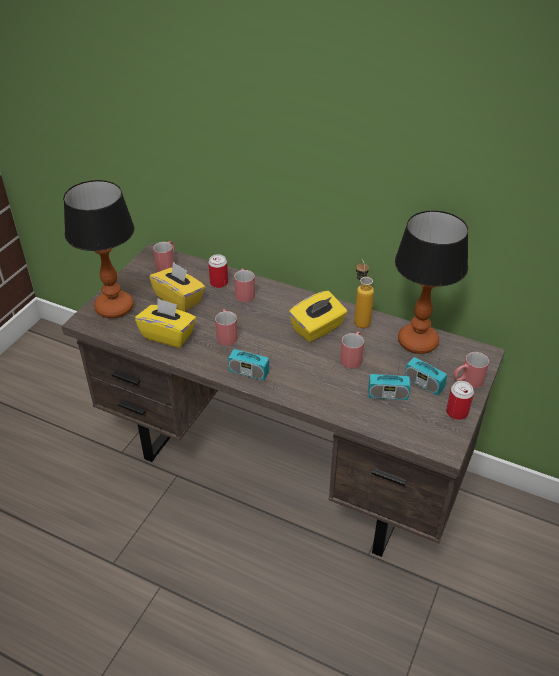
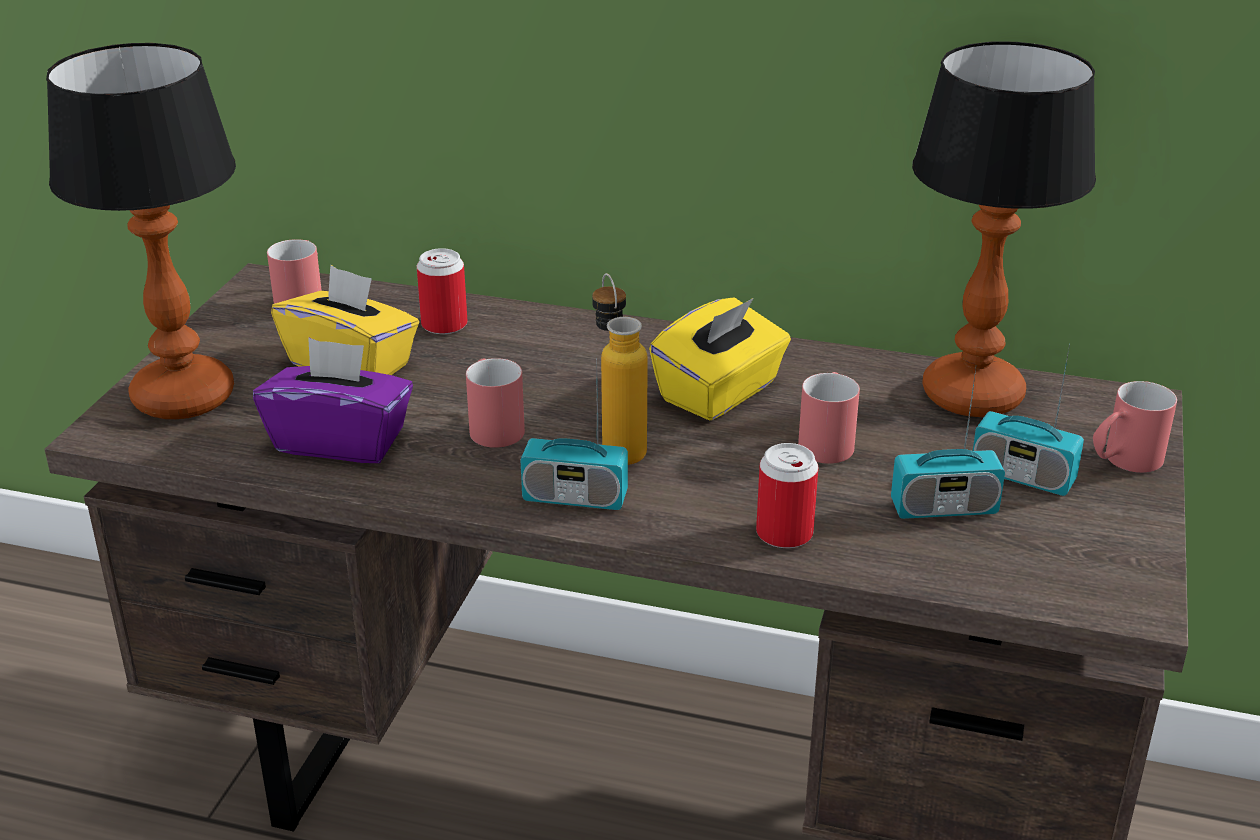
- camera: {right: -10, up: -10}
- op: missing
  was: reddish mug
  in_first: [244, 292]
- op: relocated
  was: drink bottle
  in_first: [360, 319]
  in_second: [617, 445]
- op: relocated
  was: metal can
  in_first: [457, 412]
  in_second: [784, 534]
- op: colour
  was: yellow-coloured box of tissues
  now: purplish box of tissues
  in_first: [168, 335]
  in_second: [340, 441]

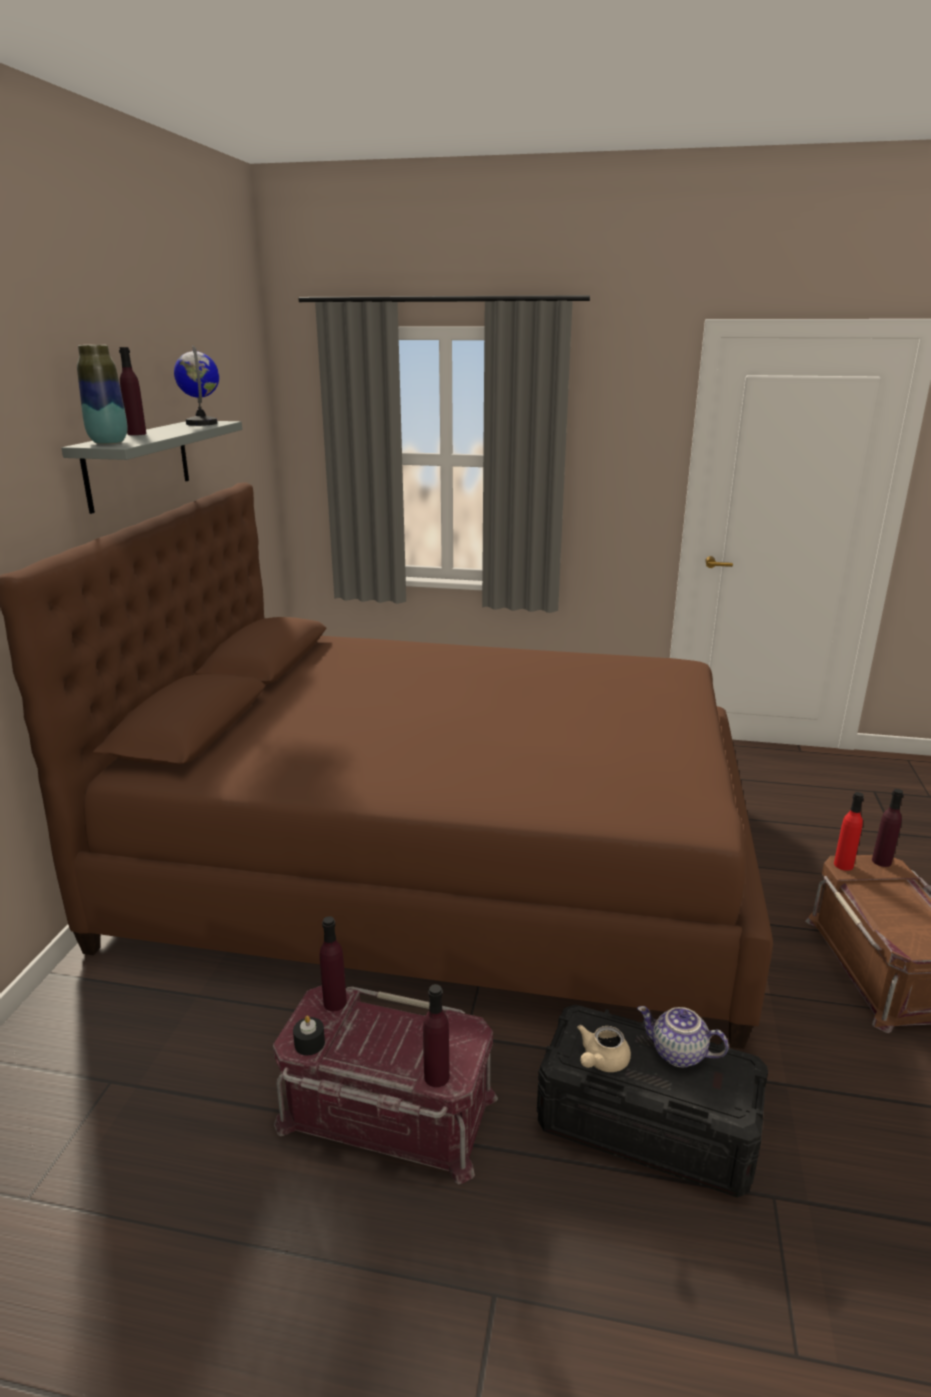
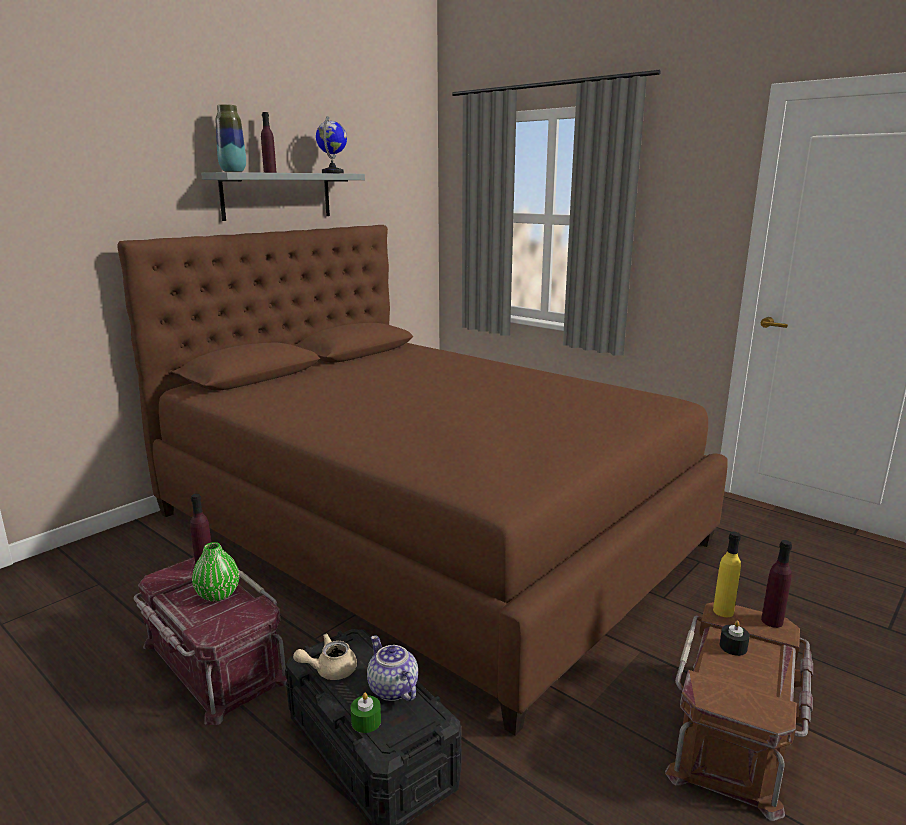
- camera: {right: 30, up: -5}
- op: missing
  was: purplish drink bottle
  in_first: [436, 1076]
- op: appeared
  now: greenish vase
  in_second: [218, 594]
- op: appeared
  now: greenish wax candle
  in_second: [366, 721]
- op: relocated
  was: black-coloured wax candle
  in_first: [309, 1043]
  in_second: [733, 647]
- op: colour
  was: reddish drink bottle
  now: yellow-coloured drink bottle
  in_first: [843, 865]
  in_second: [723, 611]

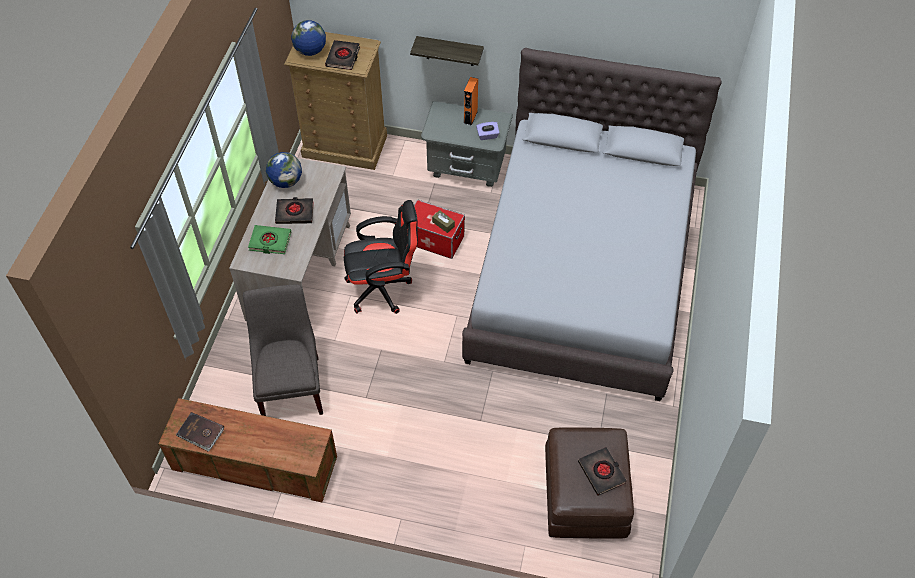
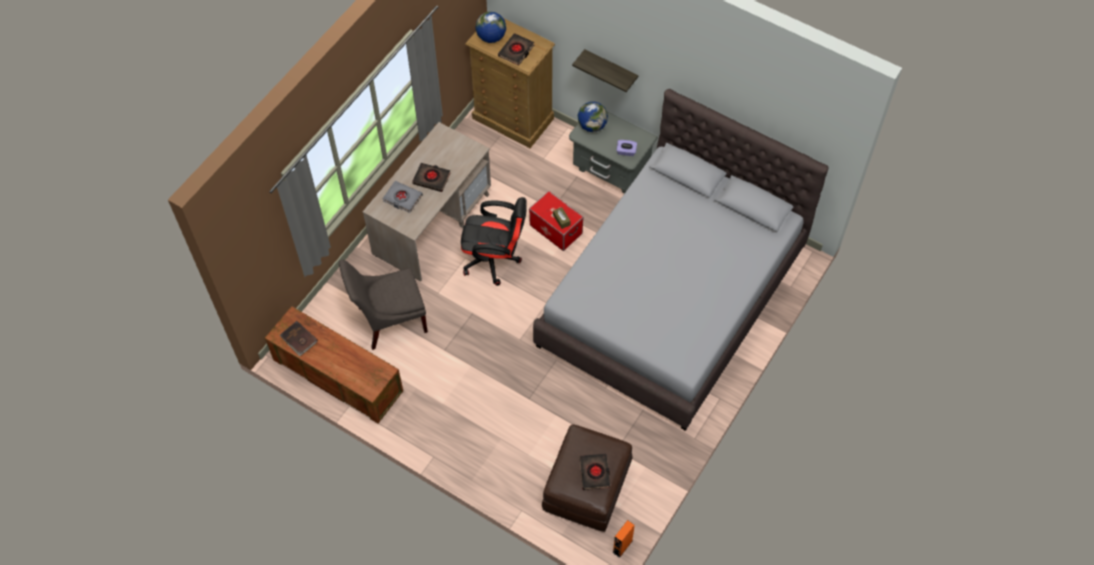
- camera: {right: 20, up: 5}
- op: relocated
  was: world globe
  in_first: [286, 181]
  in_second: [592, 126]
- op: relocated
  was: orange speaker
  in_first: [470, 117]
  in_second: [622, 546]
- op: colour
  was: greenish book
  now: greyish book
  in_first: [270, 242]
  in_second: [402, 198]
- op: spun
  was: greyish upright chair
  in_first: [291, 385]
  in_second: [389, 320]
  clockwise: -120

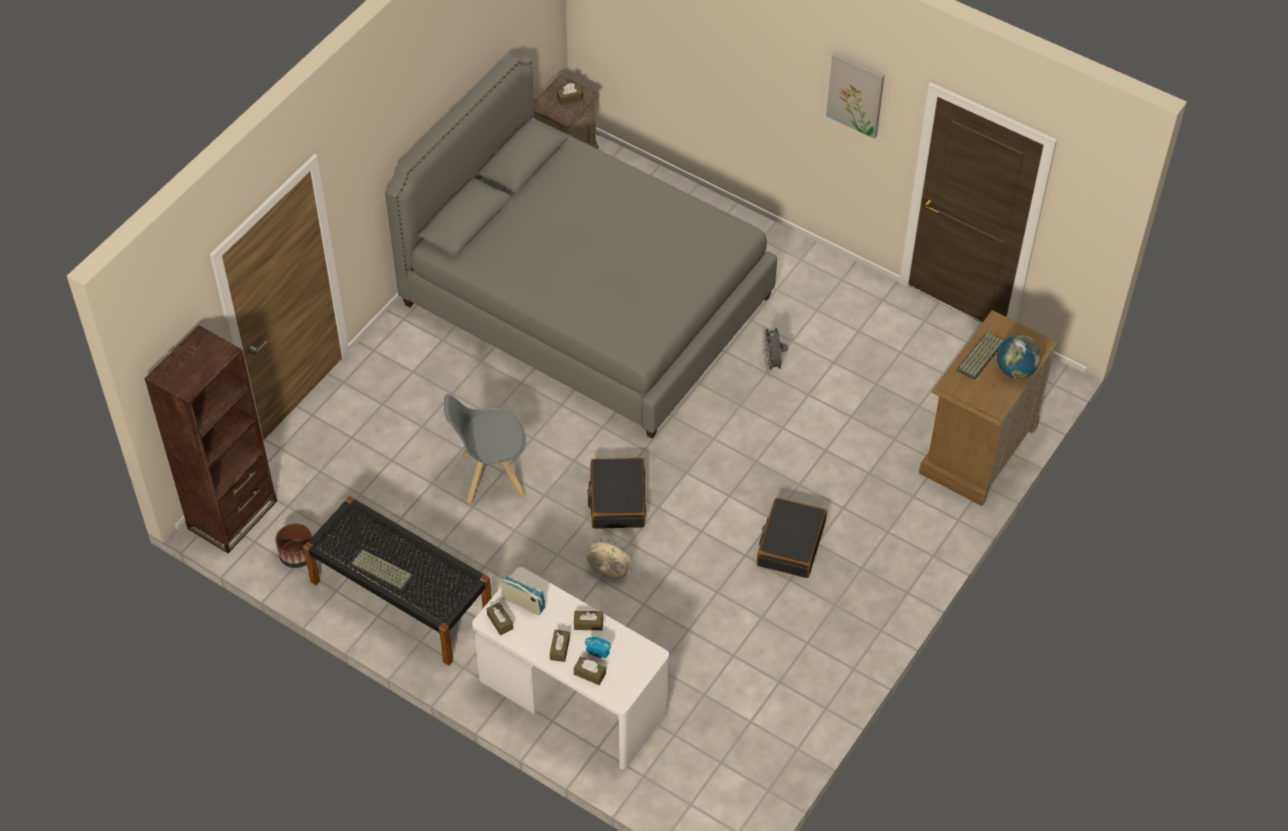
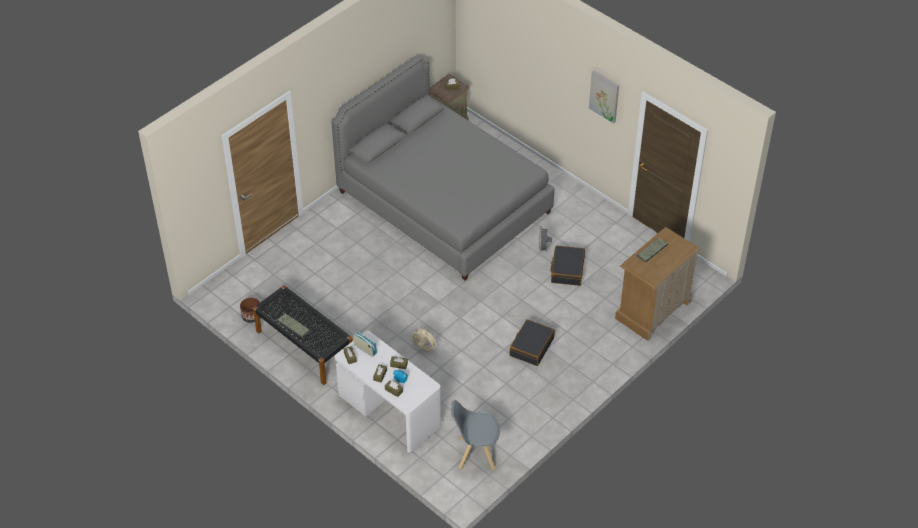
- camera: {right: 10, up: -5}
- op: missing
  was: brown shelving unit
  in_first: [232, 515]
- op: missing
  was: world globe
  in_first: [1015, 370]
- op: relocated
  was: greyish upright chair
  in_first: [490, 475]
  in_second: [475, 453]
- op: relocated
  was: black-coloured piece of luggage
  in_first: [617, 500]
  in_second: [567, 270]

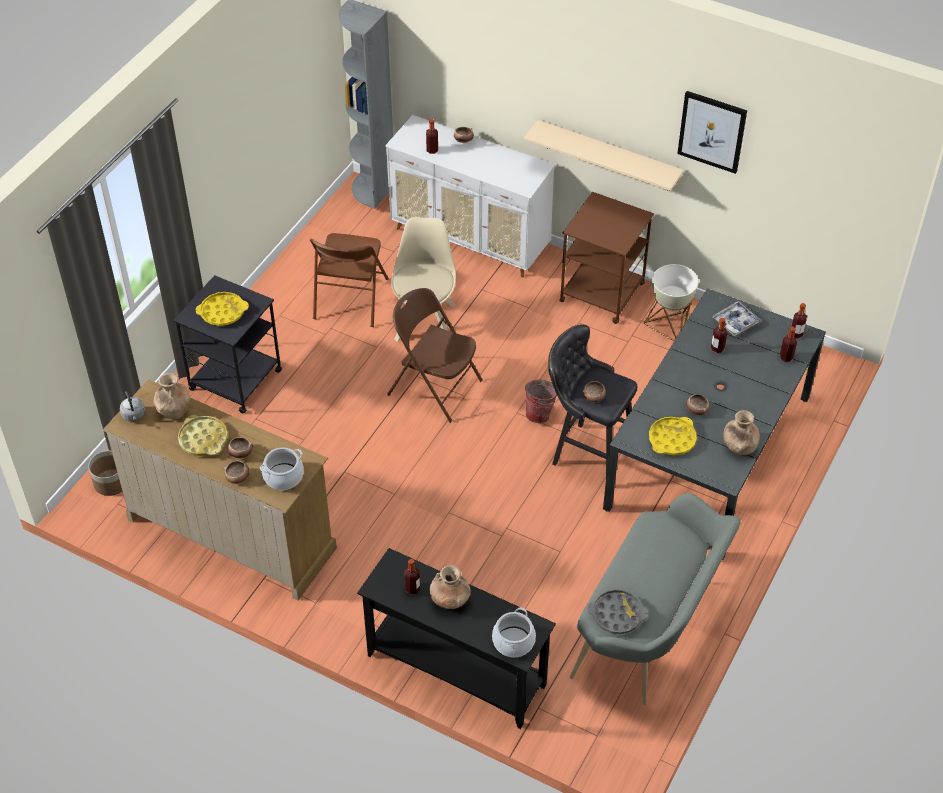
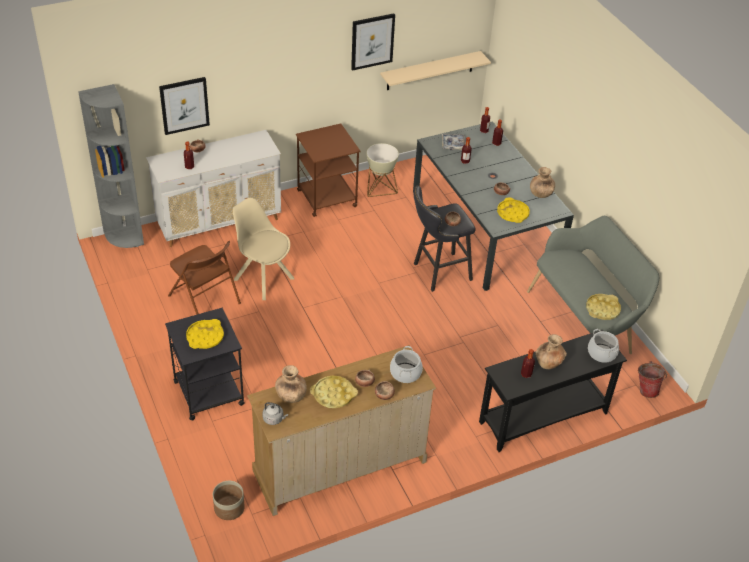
- camera: {right: -55, up: -5}
- op: missing
  was: brown upright chair
  in_first: [435, 387]
- op: appeared
  now: picture
  in_second: [184, 105]
- op: relocated
  was: sand-coloured wall shelf
  in_first: [608, 156]
  in_second: [430, 70]
- op: relocated
  was: pail
  in_first: [541, 413]
  in_second: [646, 389]
- op: colour
  was: greyish carrying tray
  now: yellow-coloured carrying tray
  in_first: [617, 614]
  in_second: [602, 309]

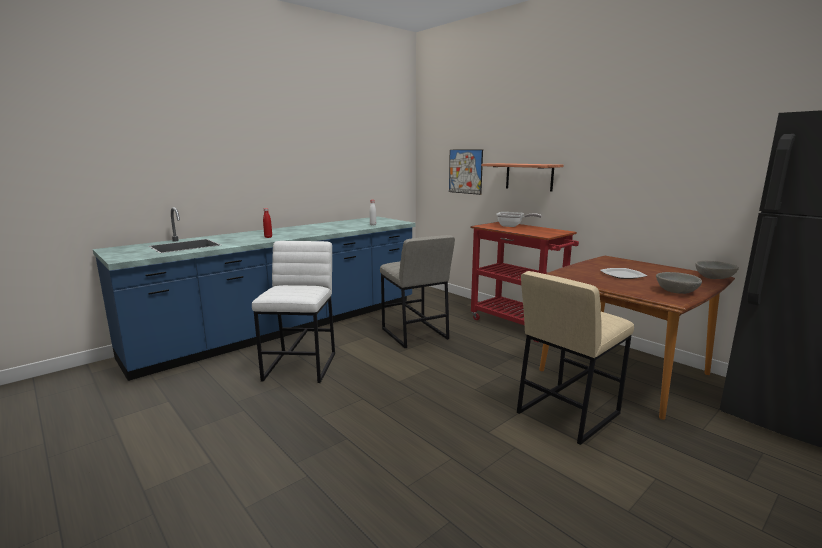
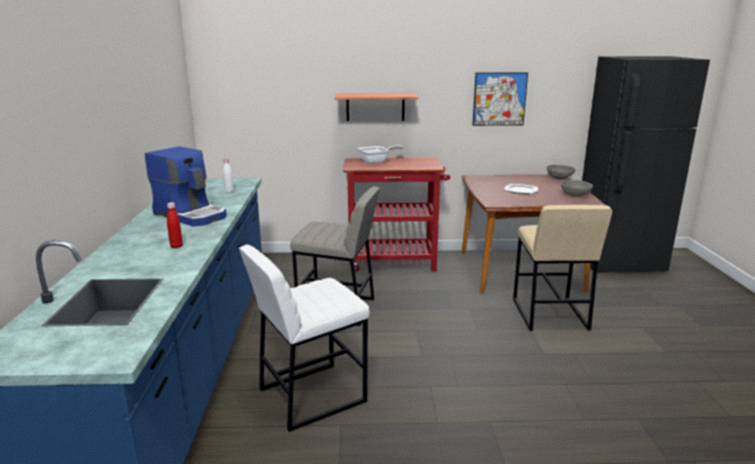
- camera: {right: -50, up: 5}
- op: appeared
  now: coffee maker
  in_second: [191, 215]
- op: relocated
  was: picture
  in_first: [465, 171]
  in_second: [499, 99]
- op: spun
  was: white-coloured upright chair
  in_first: [301, 365]
  in_second: [309, 396]
  clockwise: -75

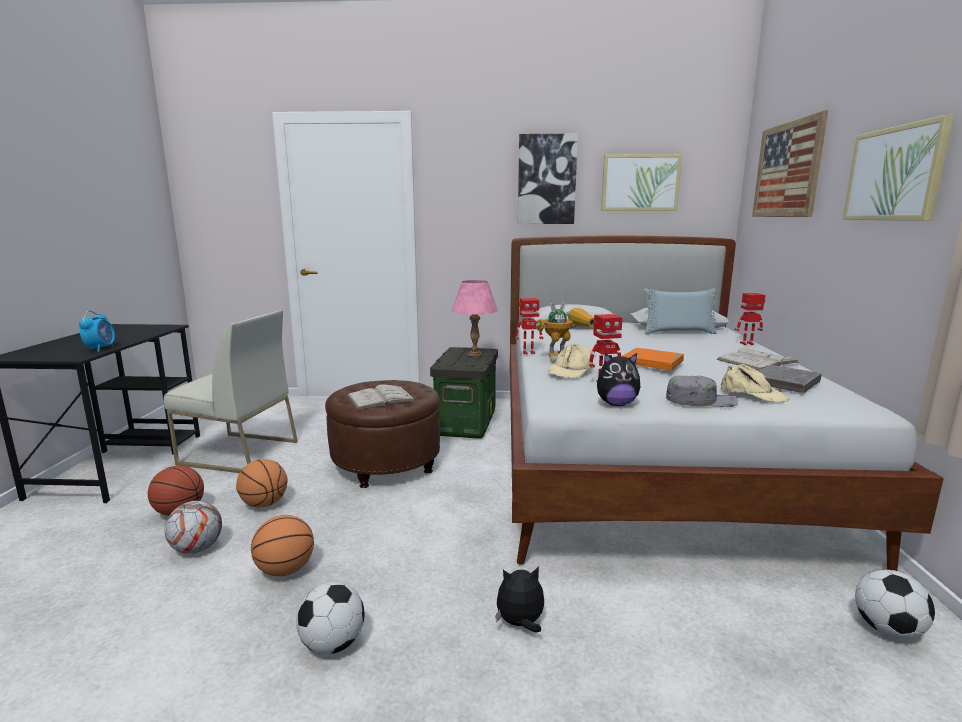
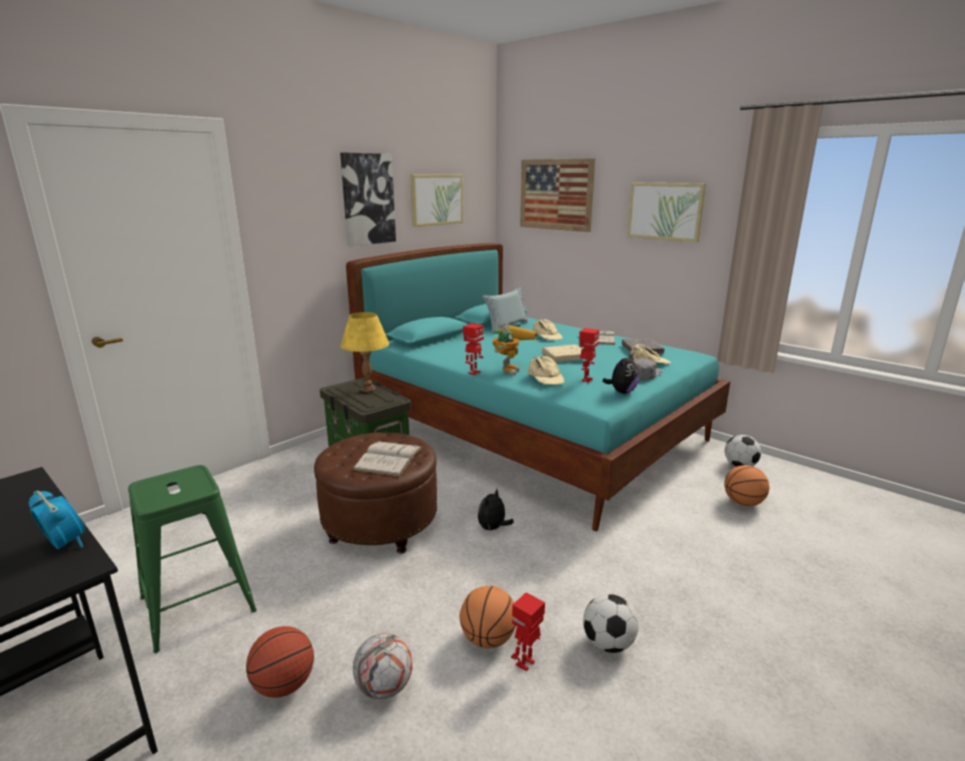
- camera: {right: -50, up: 5}
- op: appeared
  now: sand-coloured peaked cap
  in_second: [546, 335]
- op: relocated
  was: basketball ball
  in_first: [264, 504]
  in_second: [743, 503]
- op: relocated
  was: cuddly toy
  in_first: [520, 624]
  in_second: [493, 528]
- op: relocated
  was: robot figure
  in_first: [747, 344]
  in_second: [526, 664]
- op: exchanged
  was: white-coloured upright chair
  now: greenish sitting stool
  in_first: [238, 453]
  in_second: [197, 604]
- op: colour
  was: pink-coloured lamp for a table
  now: yellow-coloured lamp for a table
  in_first: [475, 354]
  in_second: [368, 389]
- op: colour
  was: white-coloured bedroom bed
  now: turquoise-coloured bedroom bed
  in_first: [644, 461]
  in_second: [533, 433]
- op: colour
  was: orange book
  now: sand-coloured book
  in_first: [652, 363]
  in_second: [565, 356]

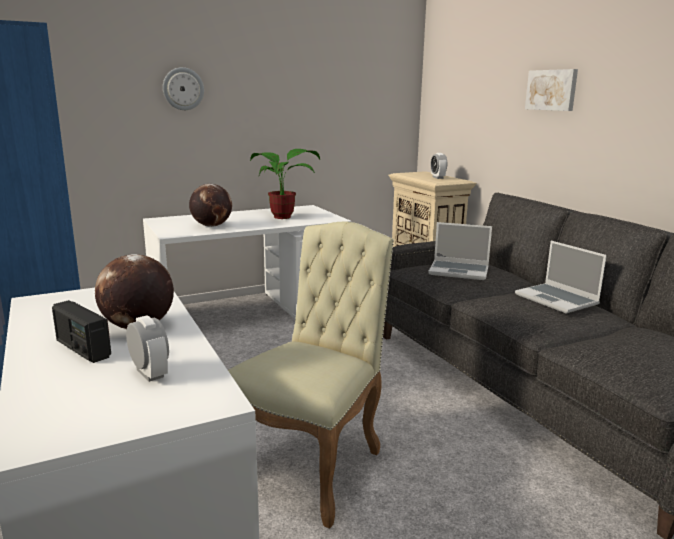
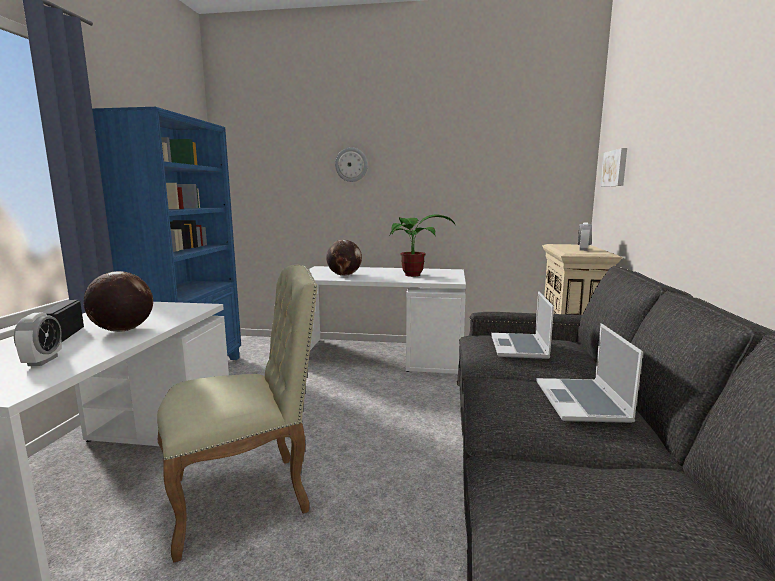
- camera: {right: 35, up: -5}
- op: relocated
  was: picture
  in_first: [552, 90]
  in_second: [615, 168]
- op: spun
  was: laptop
  in_first: [459, 271]
  in_second: [520, 347]
  clockwise: 45

